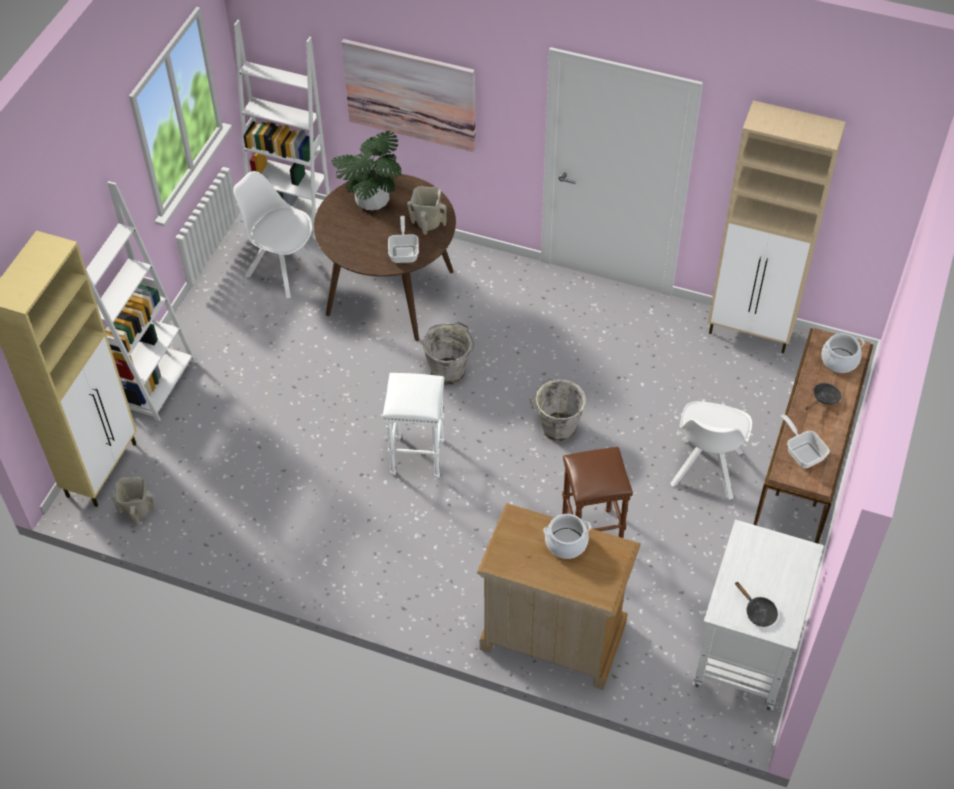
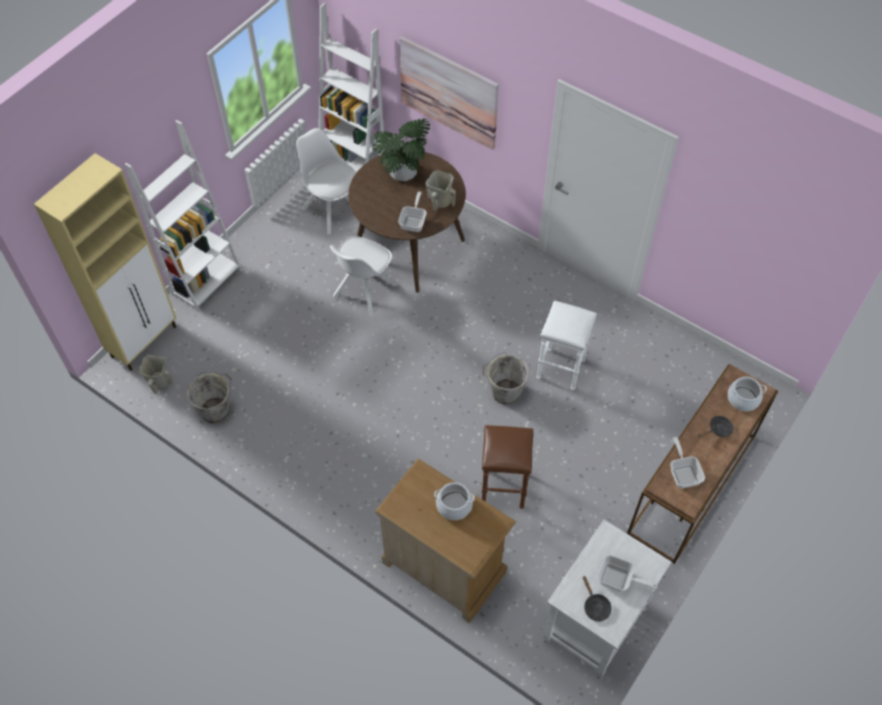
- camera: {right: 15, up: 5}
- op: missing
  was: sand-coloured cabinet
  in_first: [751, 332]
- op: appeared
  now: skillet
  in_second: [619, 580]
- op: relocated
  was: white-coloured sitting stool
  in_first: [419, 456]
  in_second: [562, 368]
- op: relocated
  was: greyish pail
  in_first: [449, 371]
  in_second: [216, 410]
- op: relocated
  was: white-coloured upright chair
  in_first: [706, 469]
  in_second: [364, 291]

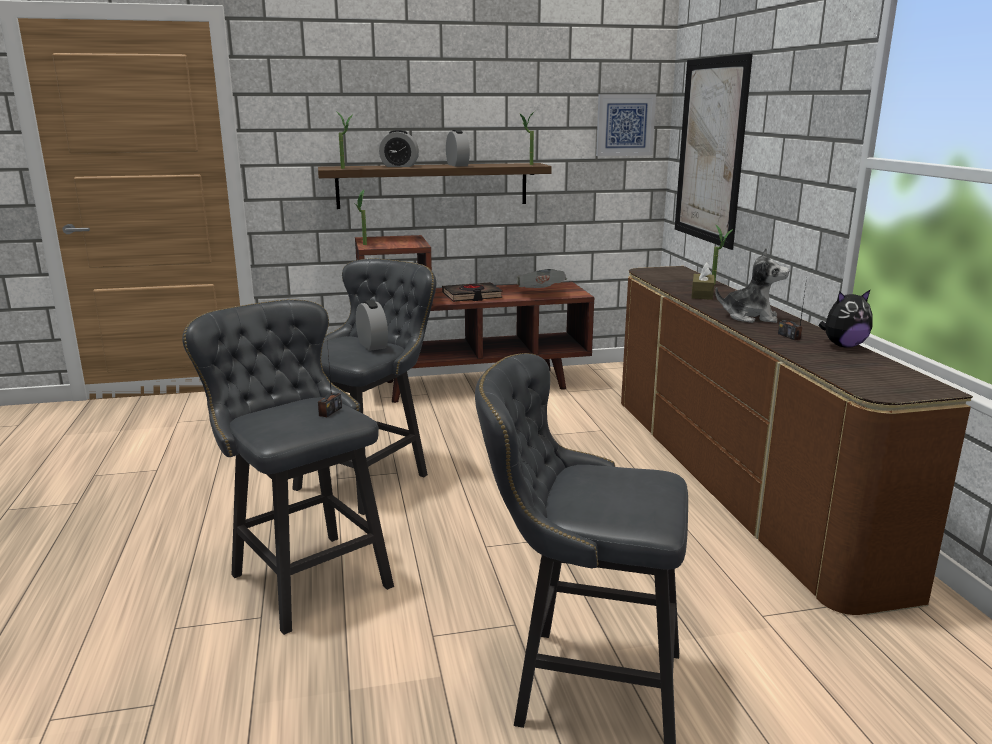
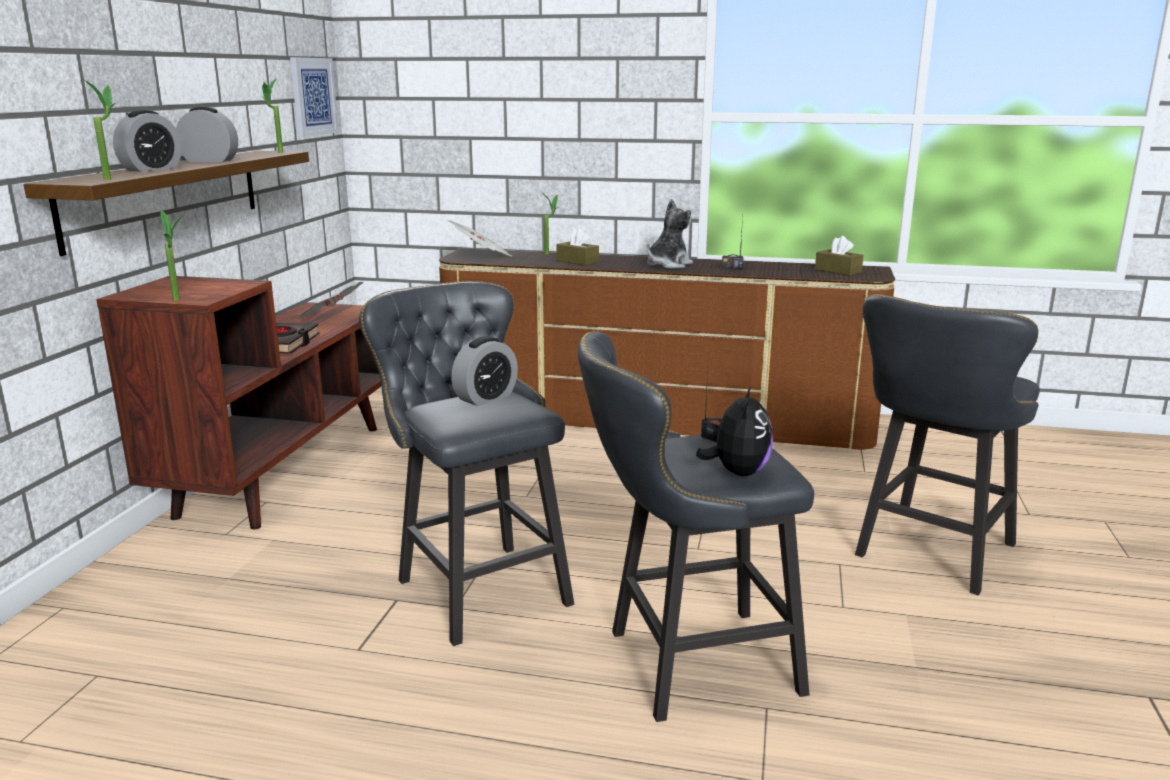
- camera: {right: -65, up: 0}
- op: missing
  was: picture
  in_first: [710, 151]
- op: appeared
  now: daily paper
  in_second: [481, 256]
- op: appeared
  now: brown box of tissues
  in_second: [838, 271]
- op: relocated
  was: cuddly toy
  in_first: [843, 346]
  in_second: [738, 472]
- op: spun
  was: table clock
  in_first: [372, 345]
  in_second: [486, 398]
  clockwise: 135

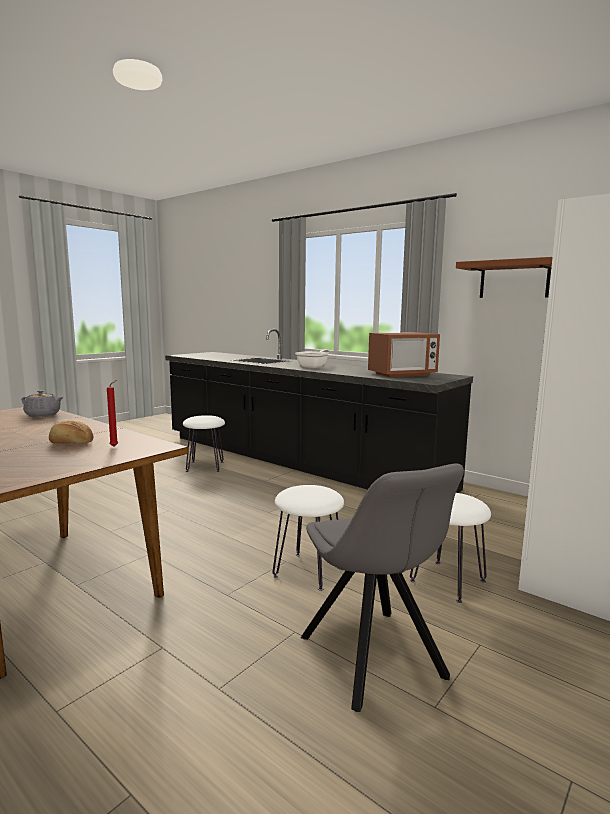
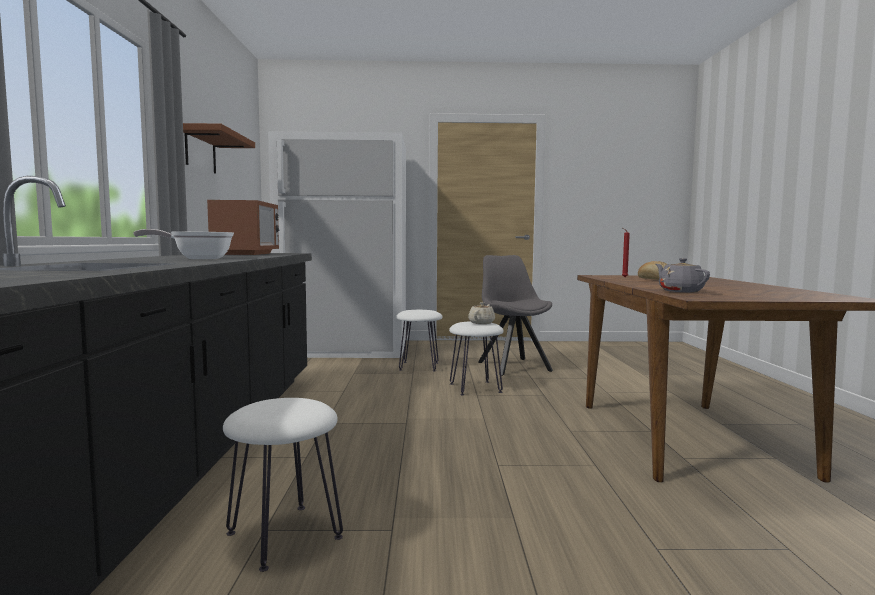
- camera: {right: -130, up: -5}
- op: appeared
  now: sand-coloured pot for tea
  in_second: [482, 323]
- op: spun
  was: greyish upright chair
  in_first: [373, 657]
  in_second: [513, 366]
  clockwise: -45
- op: spun
  was: kitchen microwave
  in_first: [402, 375]
  in_second: [247, 254]
  clockwise: 60

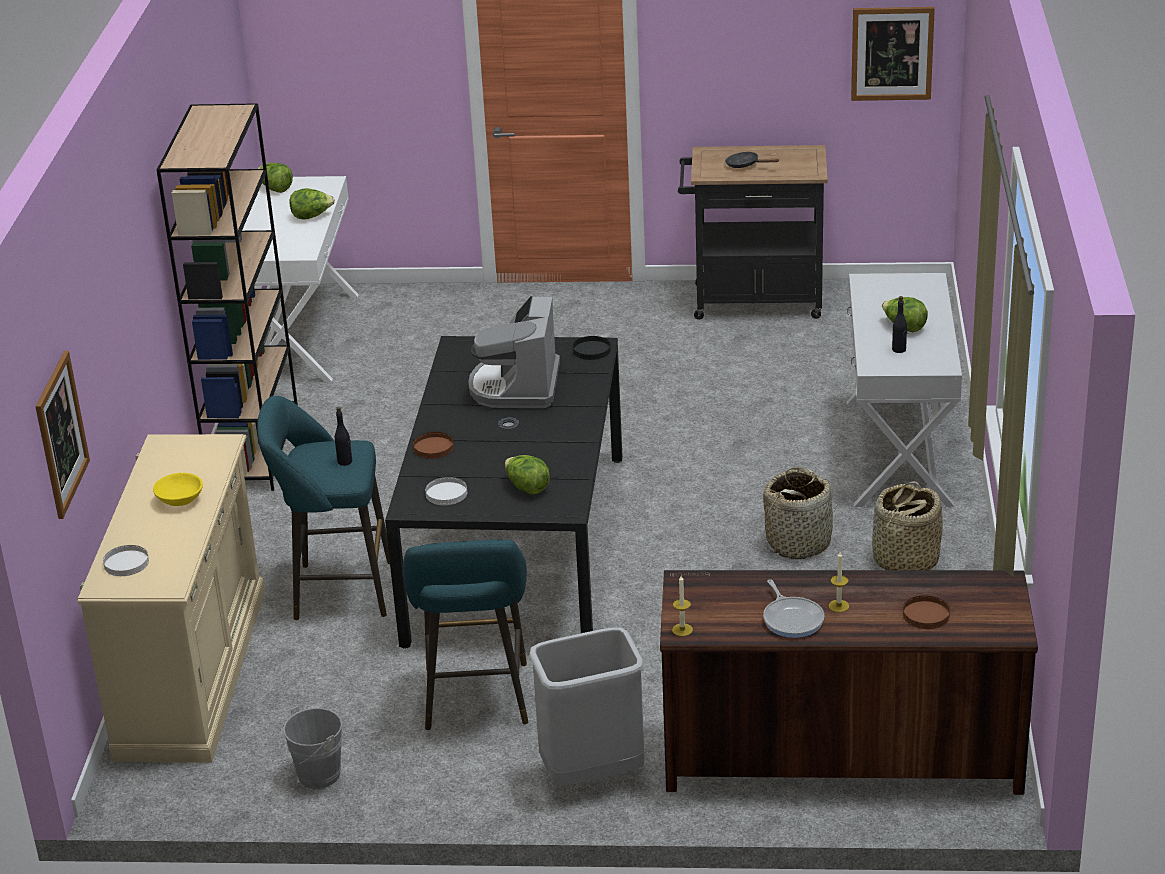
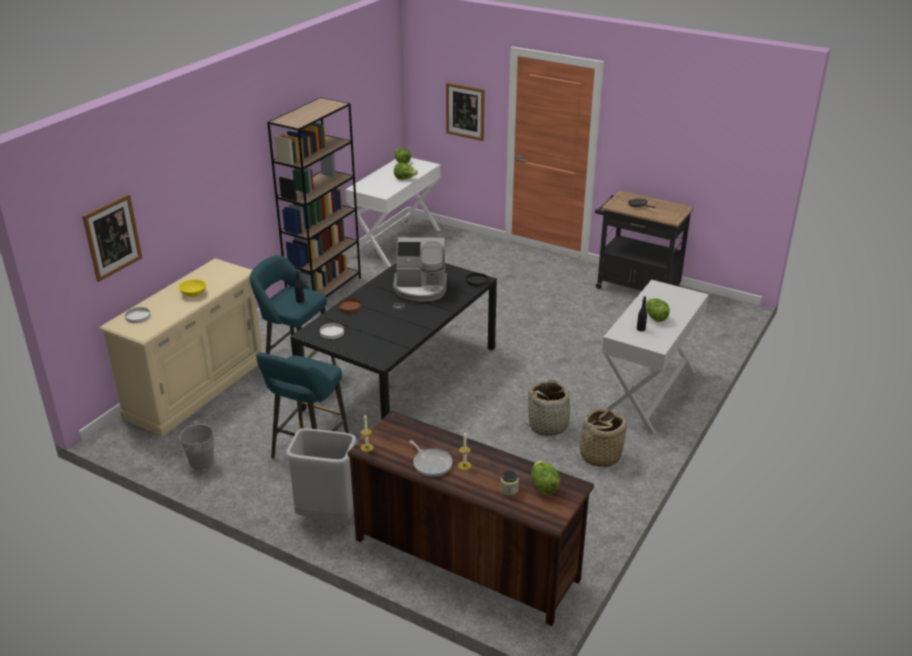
- camera: {right: 25, up: 0}
- op: relocated
  was: head of lettuce
  in_first: [527, 488]
  in_second: [543, 486]
- op: relocated
  was: picture
  in_first: [892, 53]
  in_second: [465, 111]
- op: exchanged
  was: brown flat dish
  now: storage jar
  in_first: [925, 615]
  in_second: [509, 489]
- op: spun
  was: coffee maker
  in_first: [516, 386]
  in_second: [421, 288]
  clockwise: -120
- op: spun
  was: skillet
  in_first: [792, 619]
  in_second: [431, 463]
  clockwise: -45

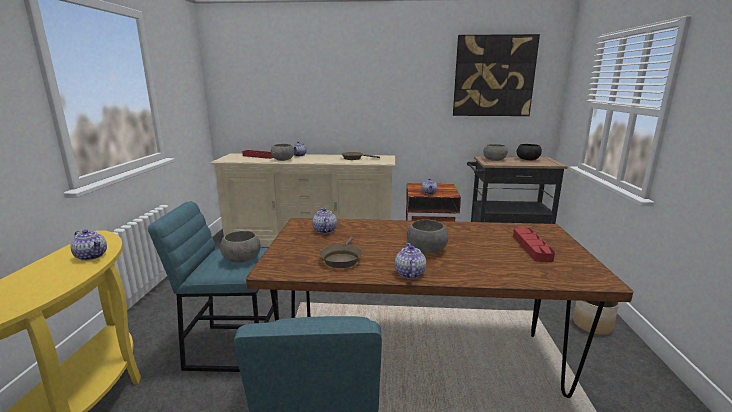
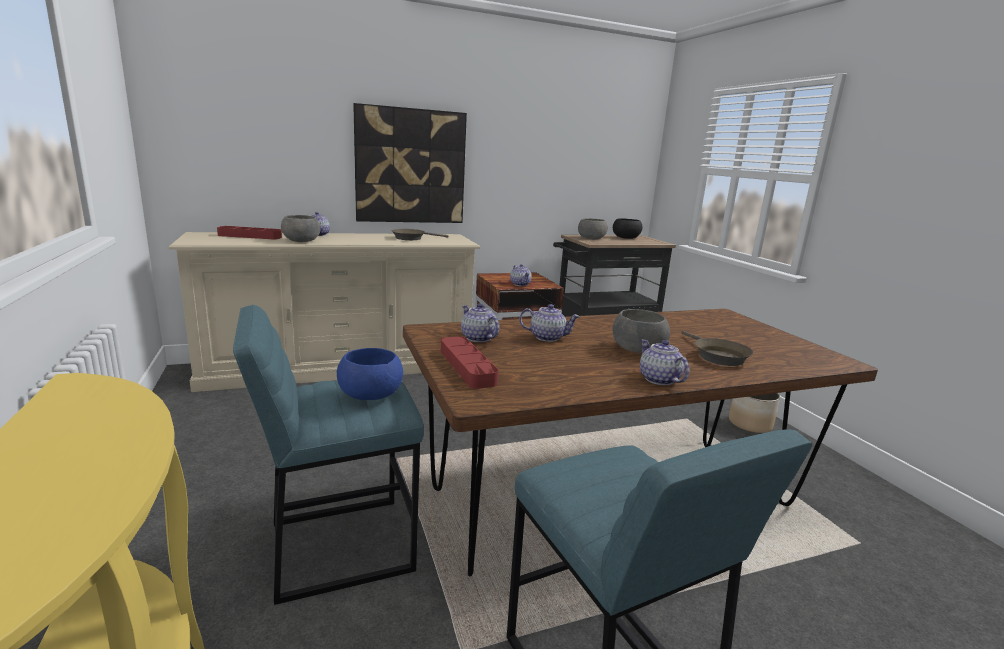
- camera: {right: -25, up: 0}
- op: relocated
  was: pot for tea
  in_first: [92, 256]
  in_second: [547, 337]
- op: relocated
  was: brown skillet
  in_first: [341, 259]
  in_second: [717, 356]
- op: relocated
  was: picture
  in_first: [493, 76]
  in_second: [410, 166]
- op: relocated
  was: reddish carrying tray
  in_first: [531, 247]
  in_second: [467, 366]
- op: colour
  was: greyish bowl
  now: blue-coloured bowl
  in_first: [242, 259]
  in_second: [371, 394]

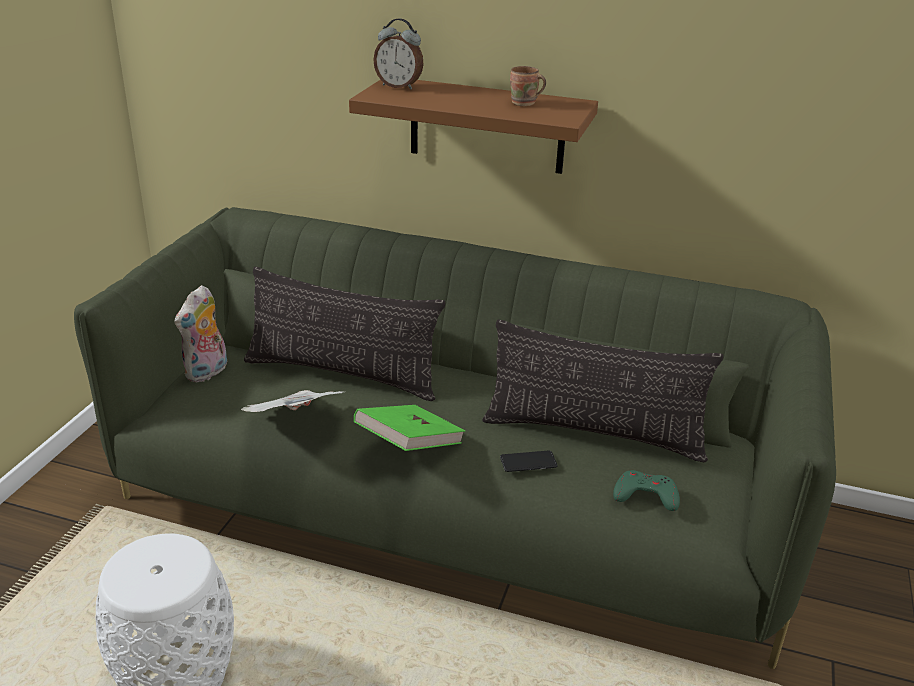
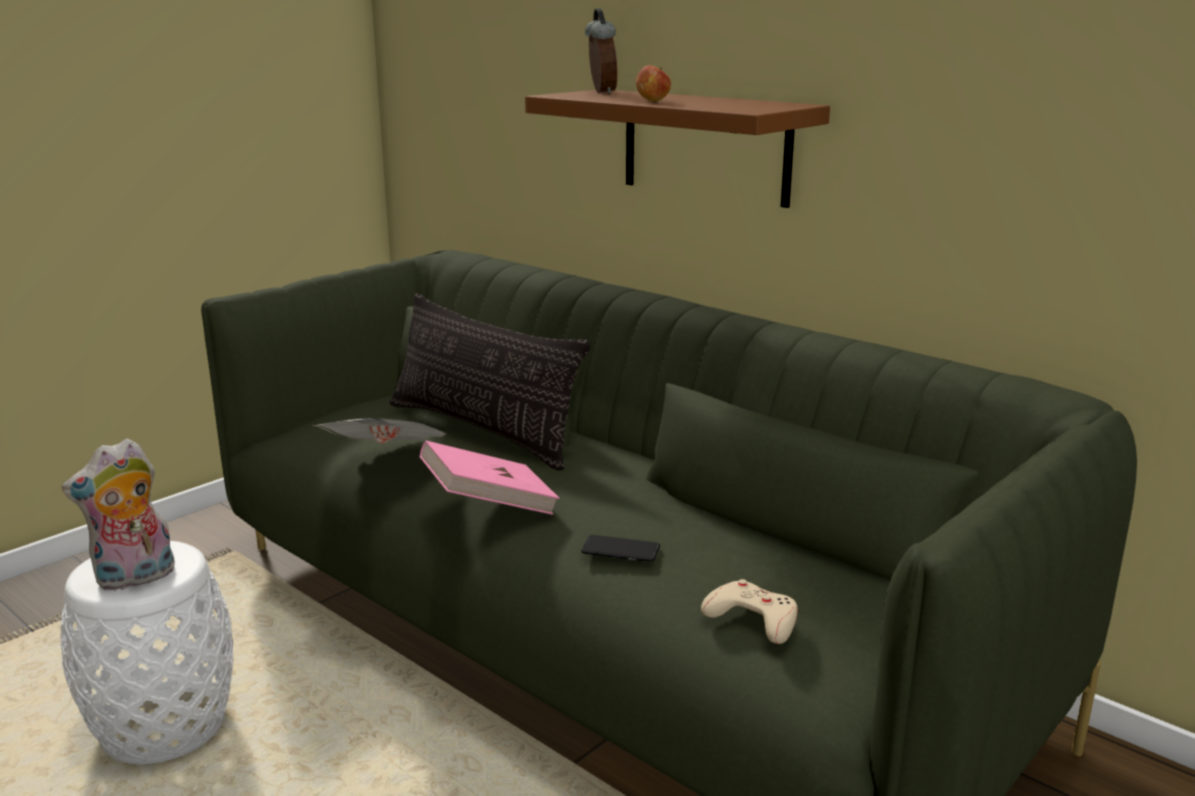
- camera: {right: 25, up: -10}
- op: missing
  was: throw pillow
  in_first: [593, 433]
- op: missing
  was: brown mug
  in_first: [524, 104]
- op: appeared
  now: whole apple
  in_second: [652, 101]
- op: relocated
  was: cuddly toy
  in_first: [207, 373]
  in_second: [135, 579]
- op: colour
  was: greenish book
  now: pink-coloured book
  in_first: [409, 446]
  in_second: [489, 506]
- op: colour
  was: greenish joypad
  now: sand-coloured joypad
  in_first: [645, 495]
  in_second: [752, 618]
- op: spun
  was: table clock
  in_first: [399, 86]
  in_second: [600, 92]
  clockwise: -150

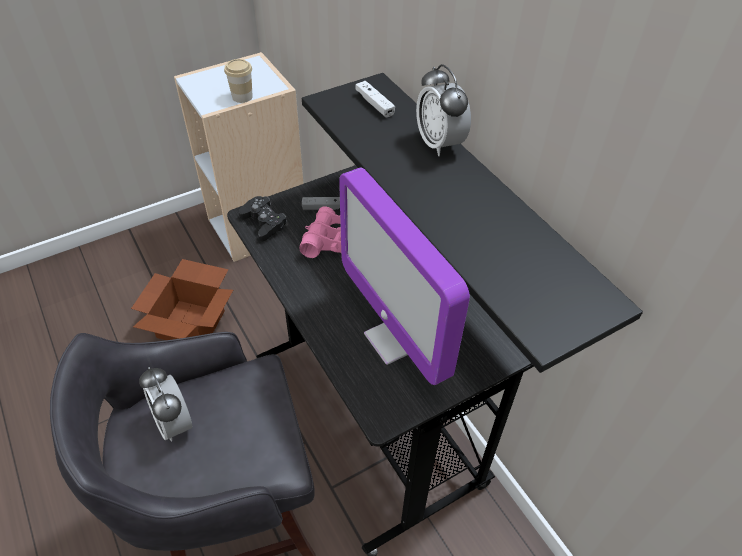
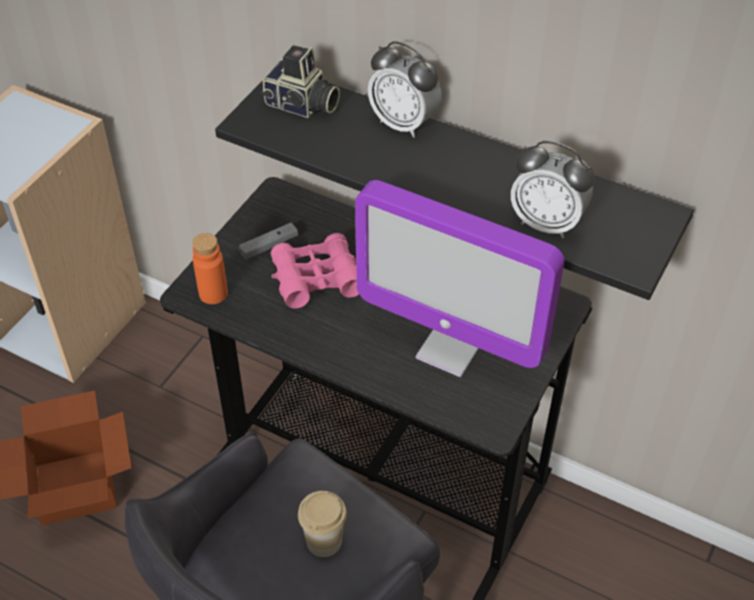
- camera: {right: -30, up: 0}
- op: relocated
  was: table clock
  in_first: [174, 423]
  in_second: [546, 223]
- op: relocated
  was: drinking cup
  in_first: [242, 97]
  in_second: [324, 541]
- op: exchanged
  was: black-coloured joypad
  now: orange drink bottle
  in_first: [264, 223]
  in_second: [213, 293]
- op: exchanged
  was: white-coloured joypad
  now: photo camera
  in_first: [374, 104]
  in_second: [302, 105]

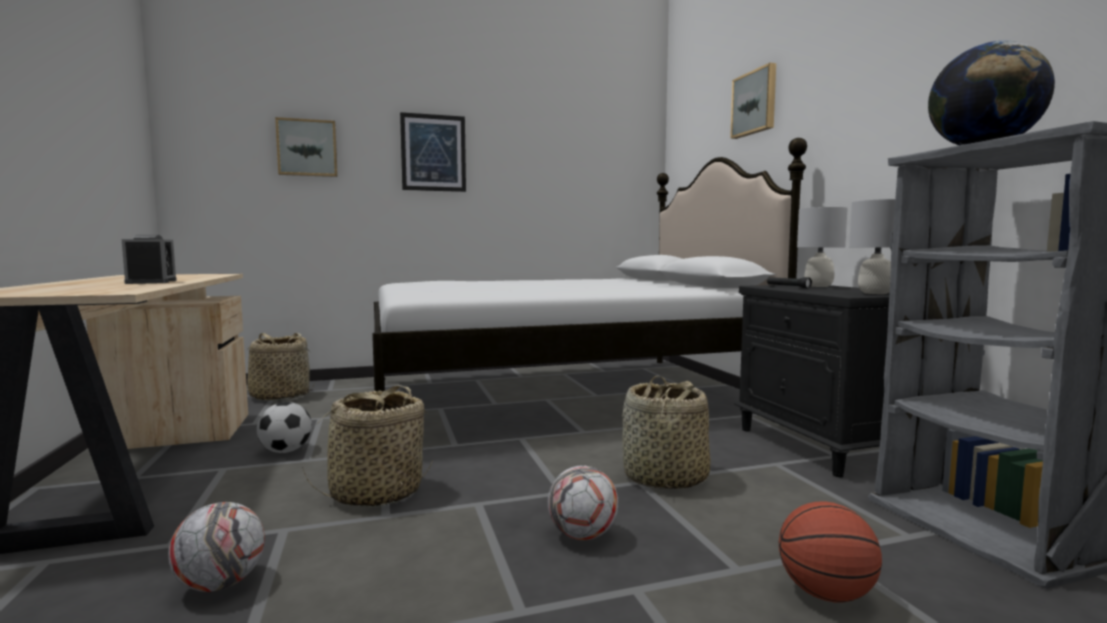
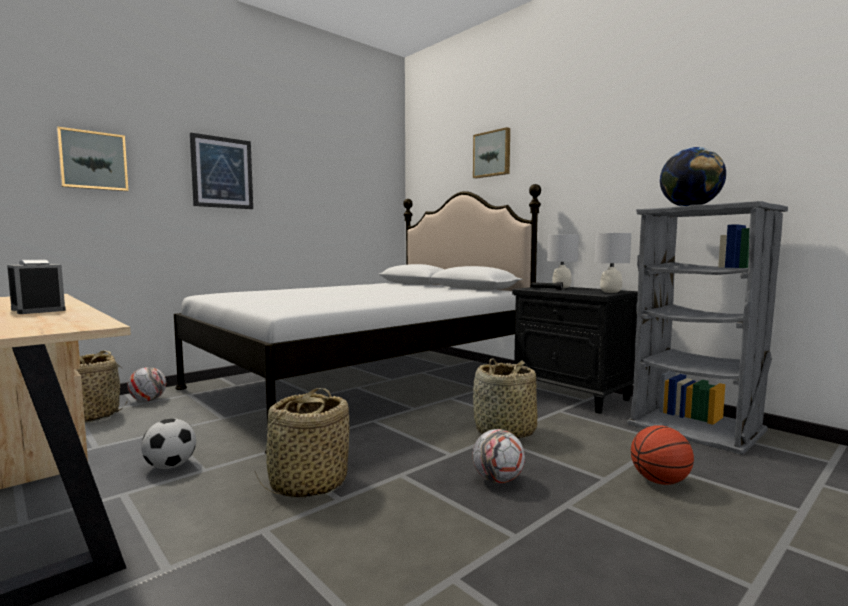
- camera: {right: -25, up: 0}
- op: relocated
  was: ball for football
  in_first: [221, 584]
  in_second: [148, 400]

